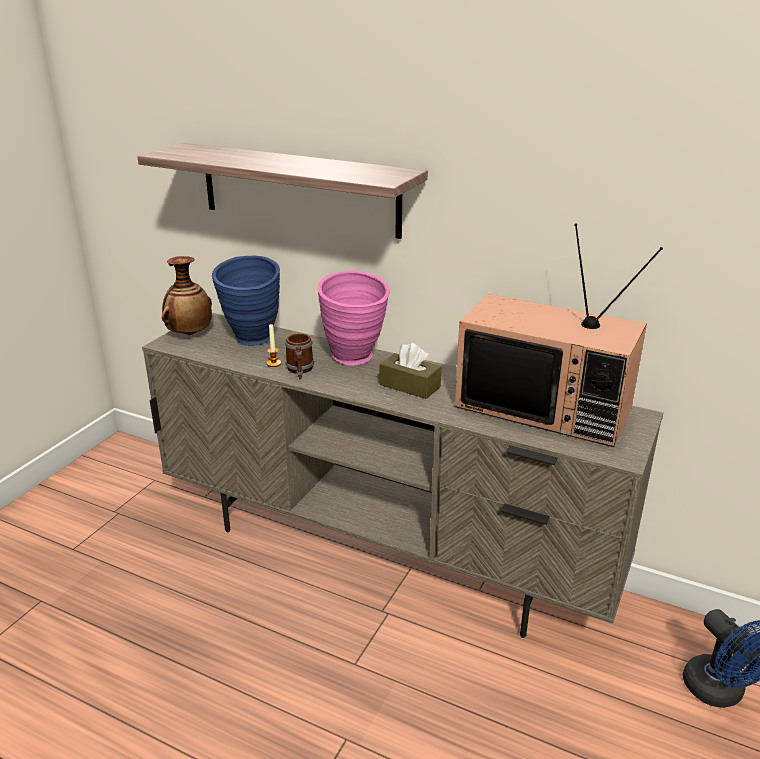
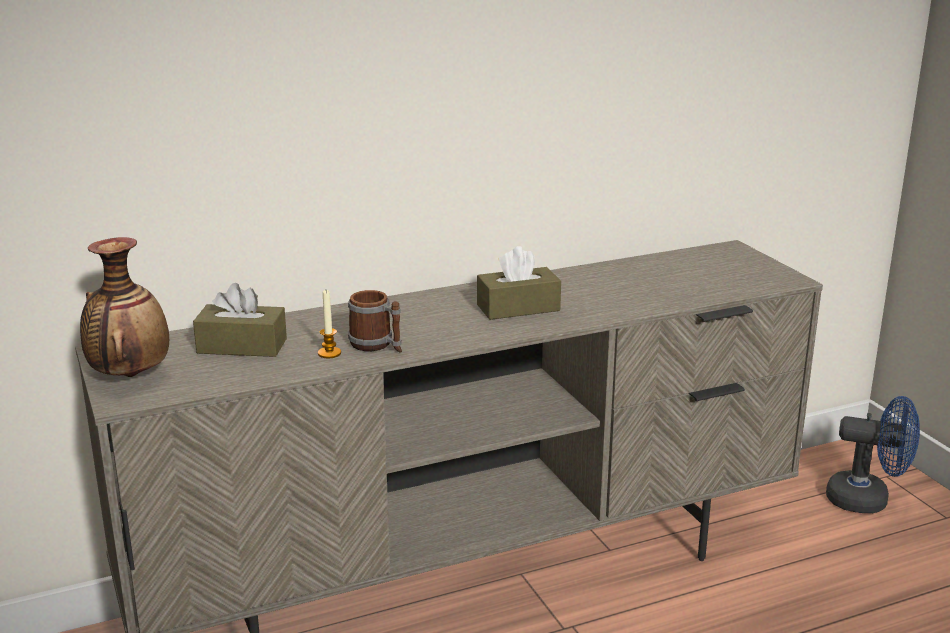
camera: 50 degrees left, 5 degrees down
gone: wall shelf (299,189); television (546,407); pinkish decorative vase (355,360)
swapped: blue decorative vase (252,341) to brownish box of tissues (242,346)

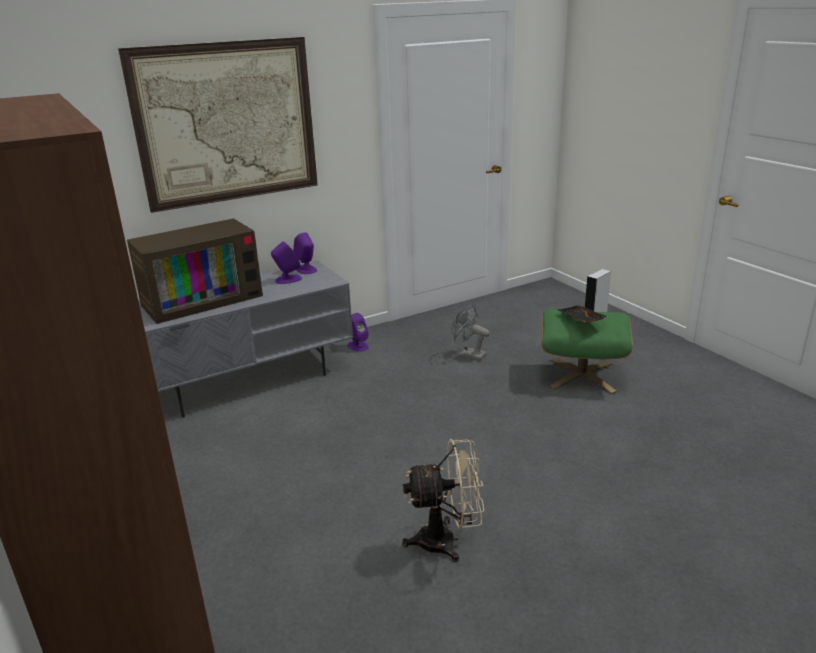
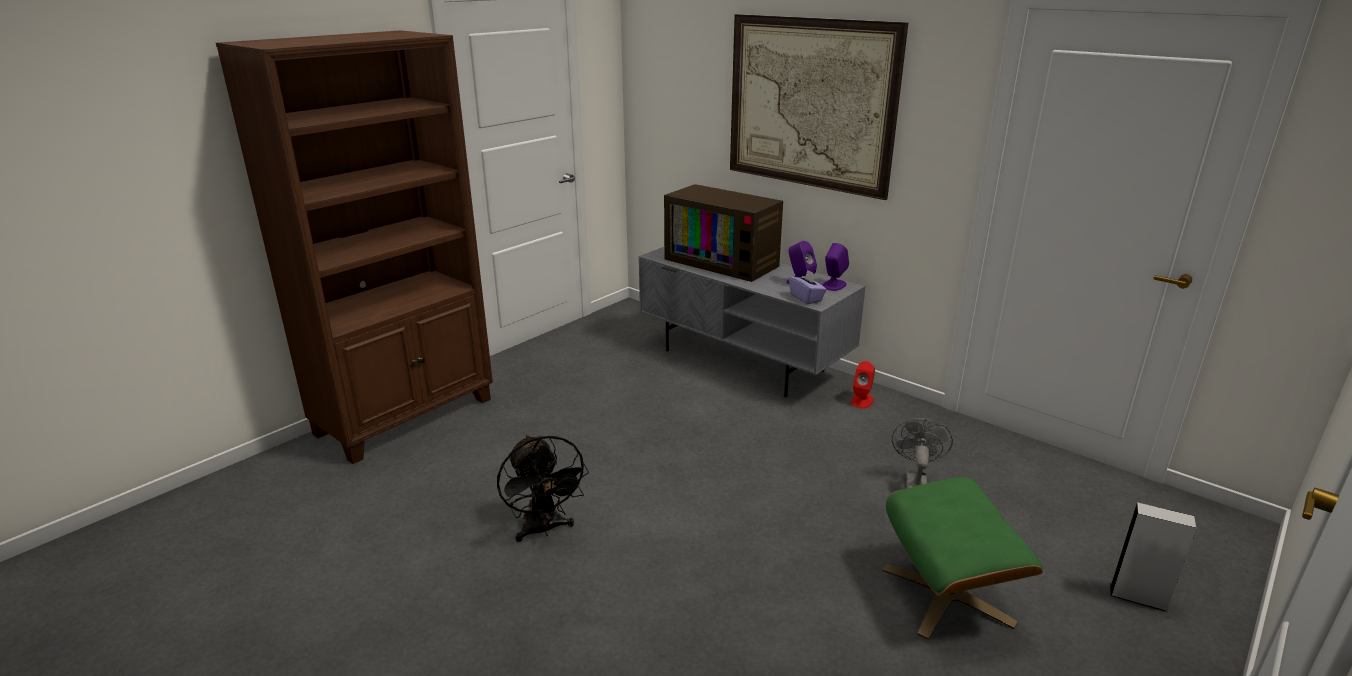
camera: 70 degrees right, 0 degrees up
gone: blackish serving tray (580,320)
new: purple-coloured box of tissues (806,298)
repainted: purple-coloured speaker (357,346) to reddish speaker (862,400); beige fan (446,541) to blackish fan (544,529)

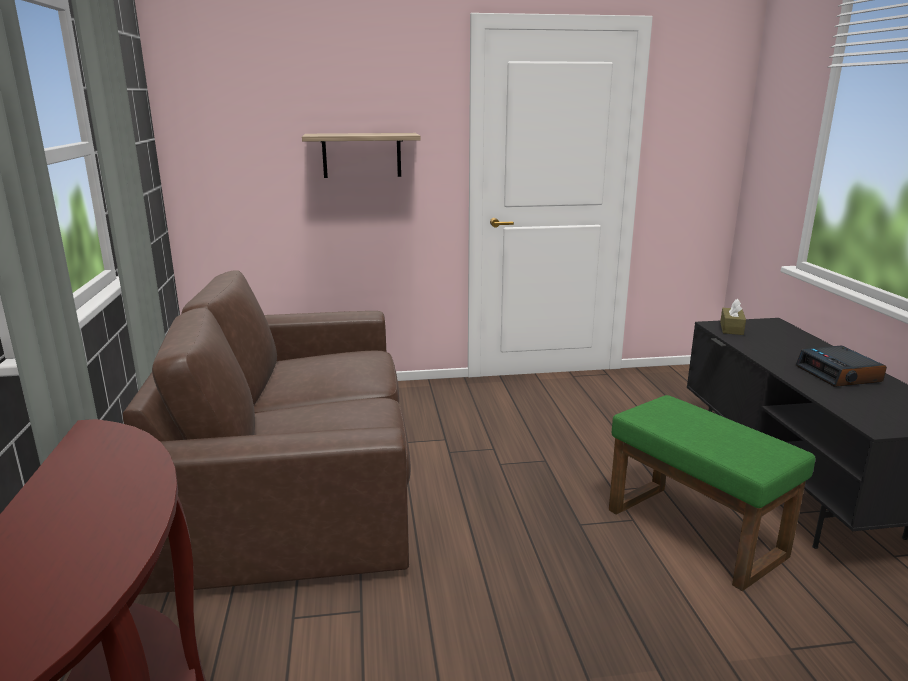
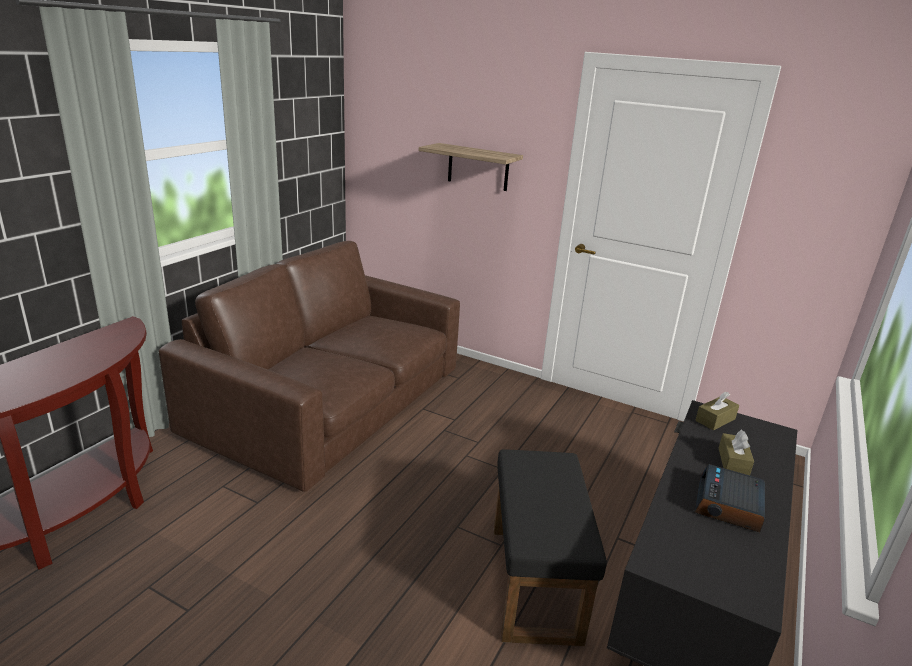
camera: 35 degrees right, 5 degrees up
new: brownish box of tissues (733,462)
repainted: green ottoman (697,532) to blackish ottoman (536,582)

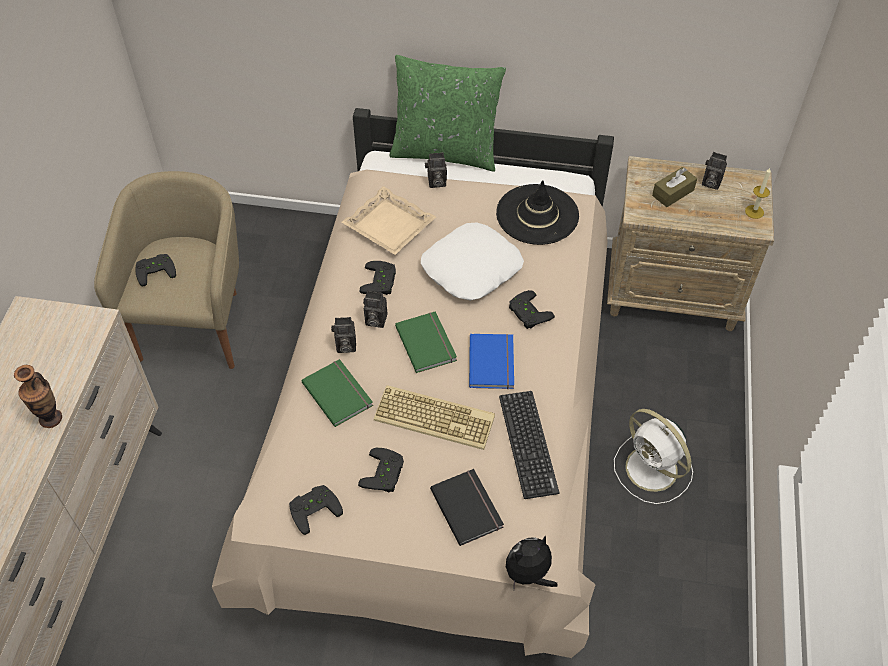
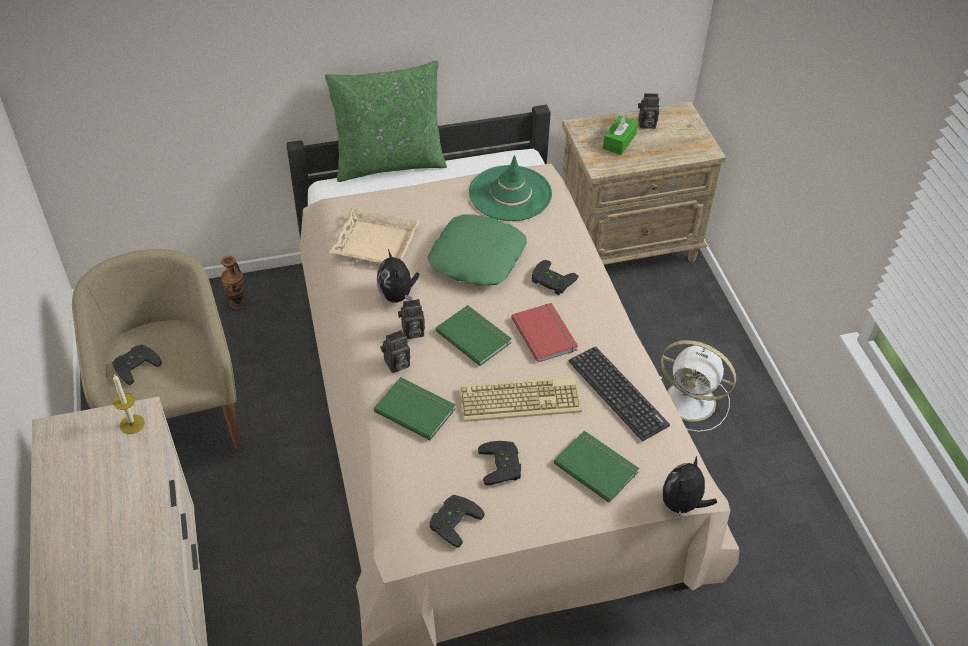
camera: 25 degrees left, 5 degrees down
gone: still camera (436,182)
shifted: wax candle (754,211) to (132,424); decorative vase (50,418) to (237,303)
swapped: blackish game controller (381,281) to cuddly toy (397,295)
repainted: brownish box of tissues (673,193) to green box of tissues (619,141); blackish wearable hat (537,215) to green wearable hat (510,193); whitish cushion (471,268) to green cushion (476,257); blue bound book (493,362) to reddish bound book (546,333); blackish bound book (468,507) to green bound book (597,466)

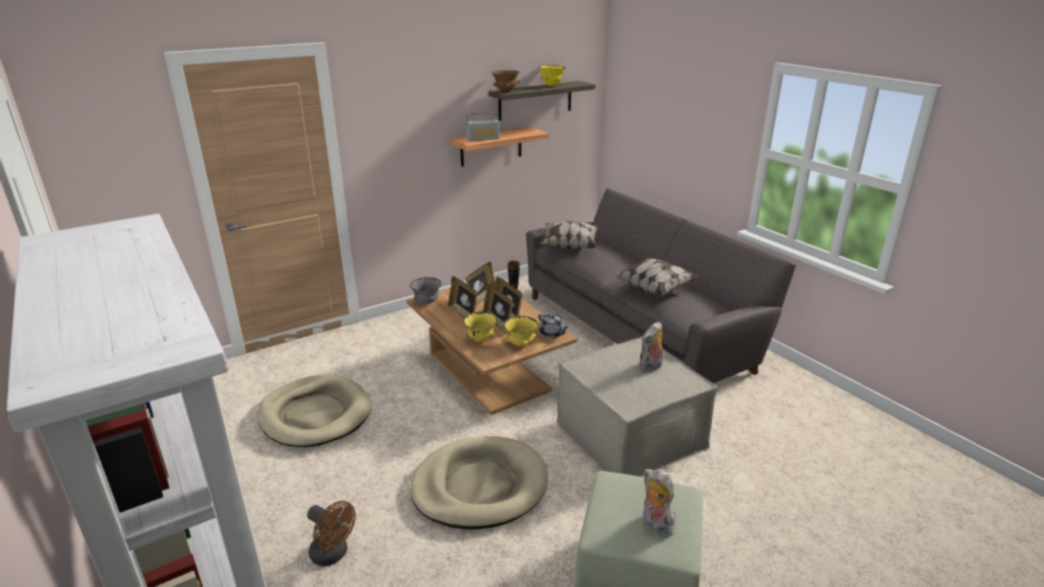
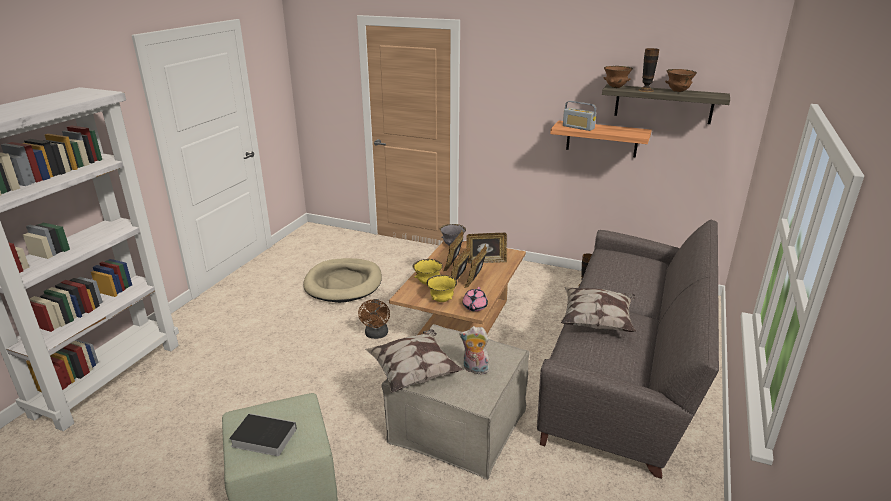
camera: 55 degrees right, 0 degrees up
gone: beige dog bed (479,486)
new: decorative vase (646,90)
shifted: cushion (570,246) to (414,373); brownish fan (333,555) to (376,335)
swapped: cuddly toy (655,525) to bound book (262,437)
repainted: yellow deep dish (551,86) to brownish deep dish (678,91); greyish tea pot (552,333) to pinkish tea pot (474,307)

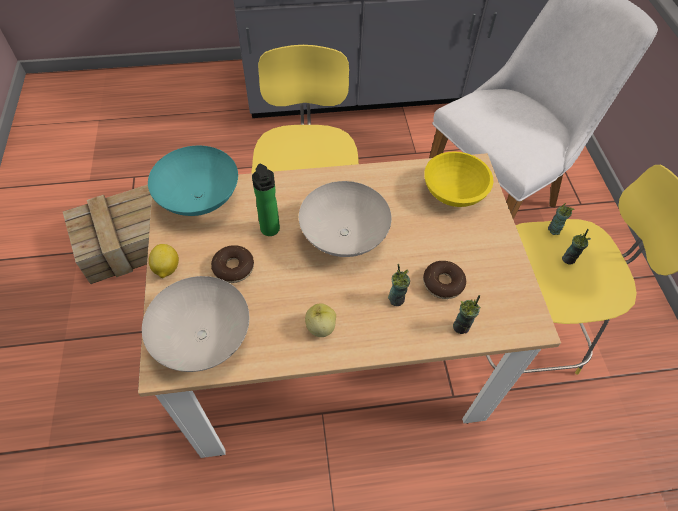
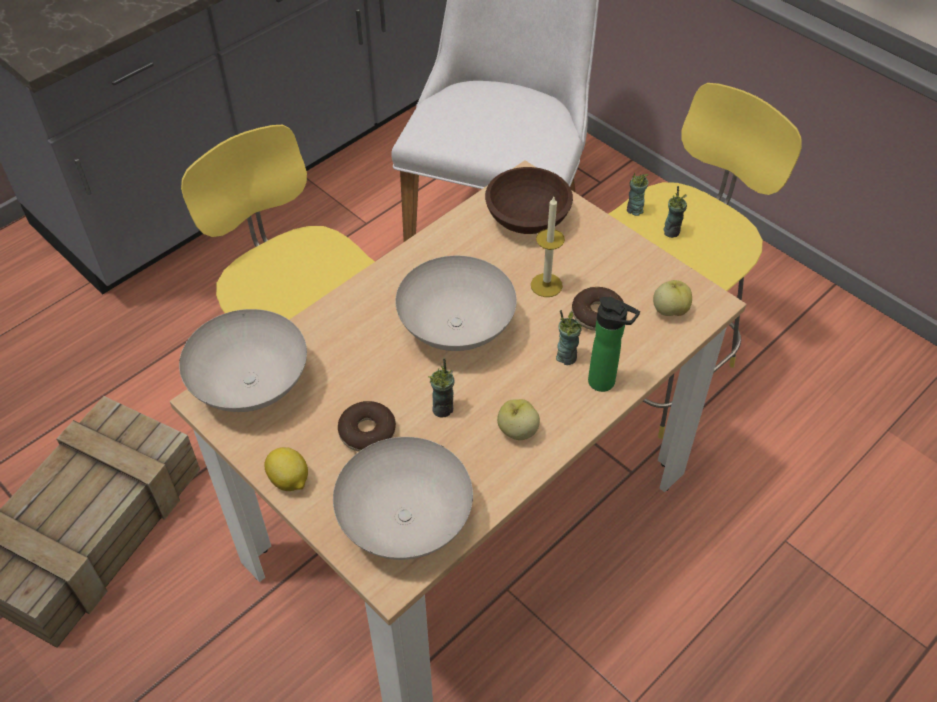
camera: 35 degrees left, 5 degrees down
new: wax candle (546,285); apple fruit (670,310)
shifted: beverage bottle (271,231) to (605,383); drinking cup (461,327) to (443,409)
repainted: turquoise deep dish (201,198) to whitish deep dish (252,384); yellow deep dish (455,192) to brownish deep dish (529,218)

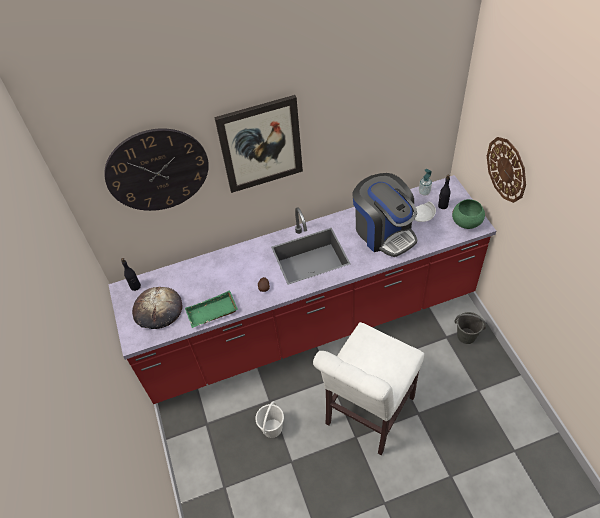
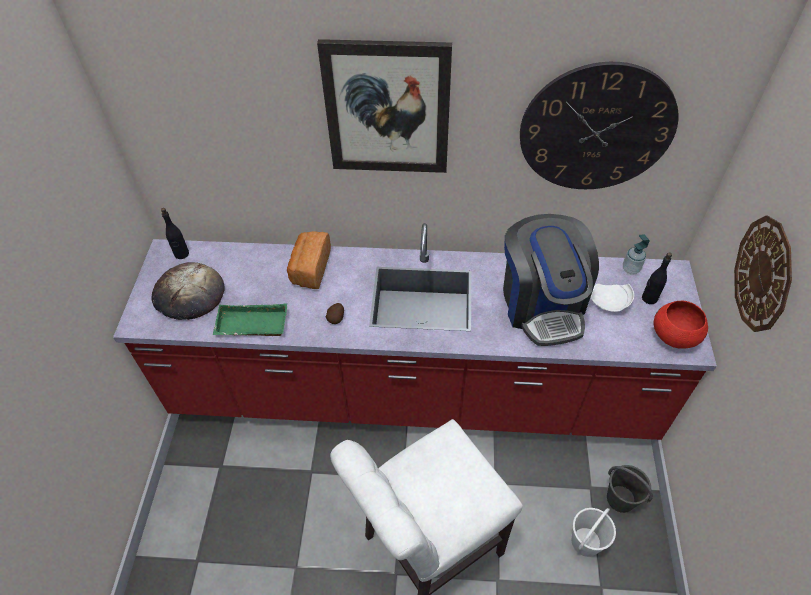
camera: 20 degrees right, 0 degrees up
new: baked bread (310,269)
shifted: wall clock (157,170) to (596,129); whitish bucket (272,428) to (586,541)
repainted: green deep dish (466,222) to reddish deep dish (674,336)

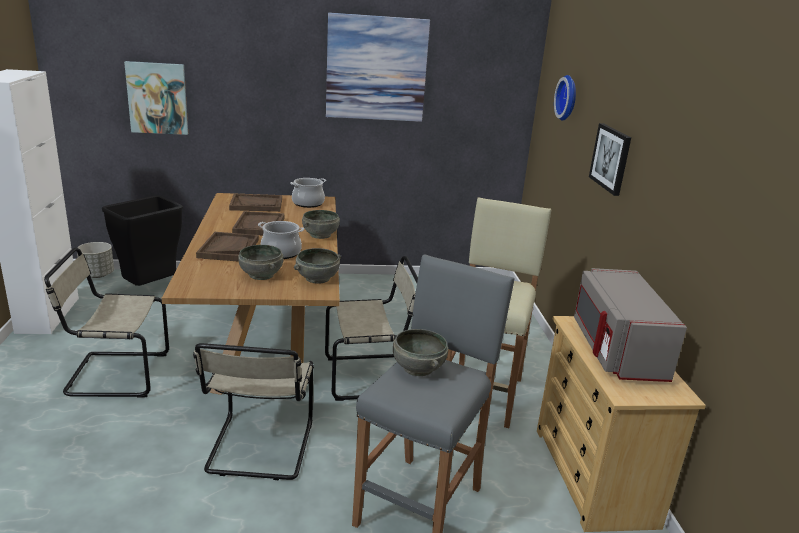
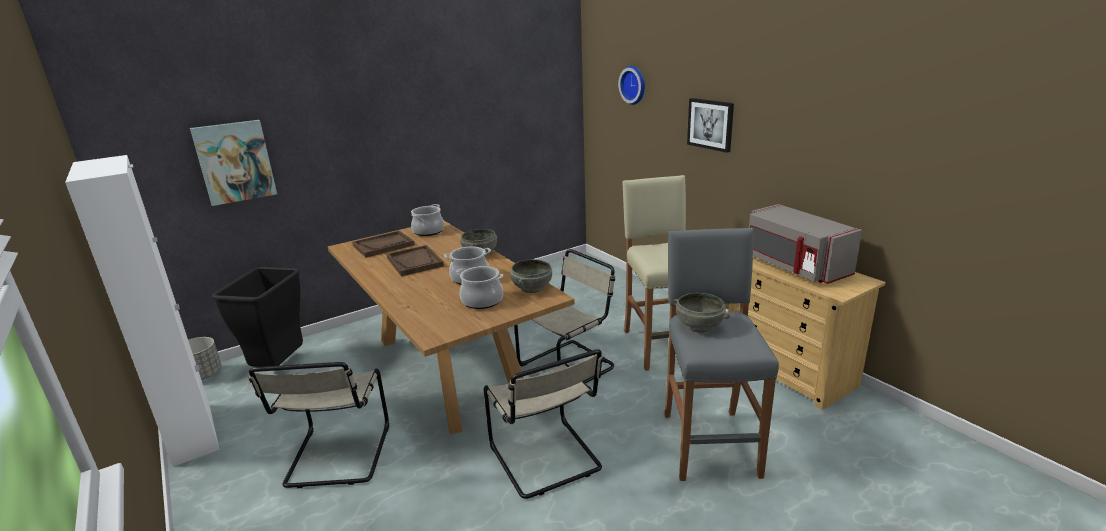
camera: 25 degrees left, 0 degrees up
gone: wall art (376,68); brownish serving tray (228,248)
swapped: greyish deep dish (262,275) to stockpot (482,301)
rotated: beige upright chair (114,374) = (337,458) 60 degrees counterclockwise

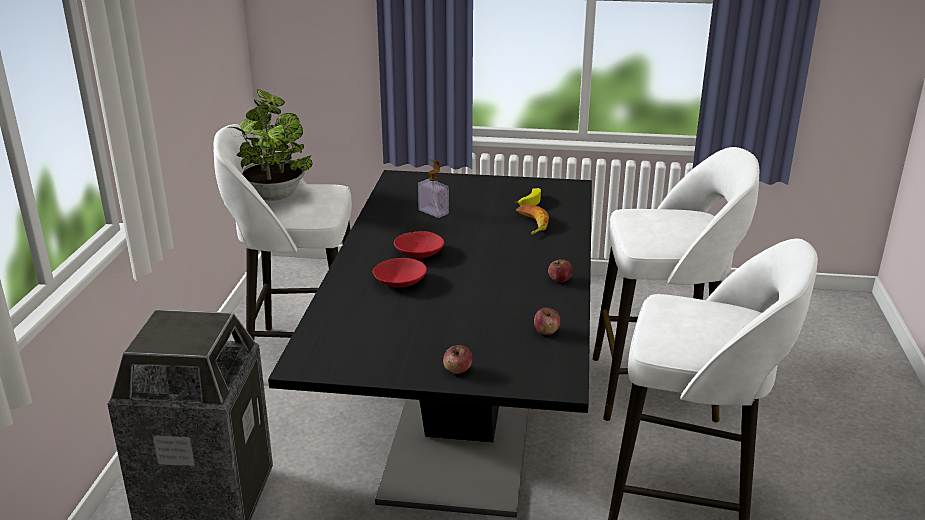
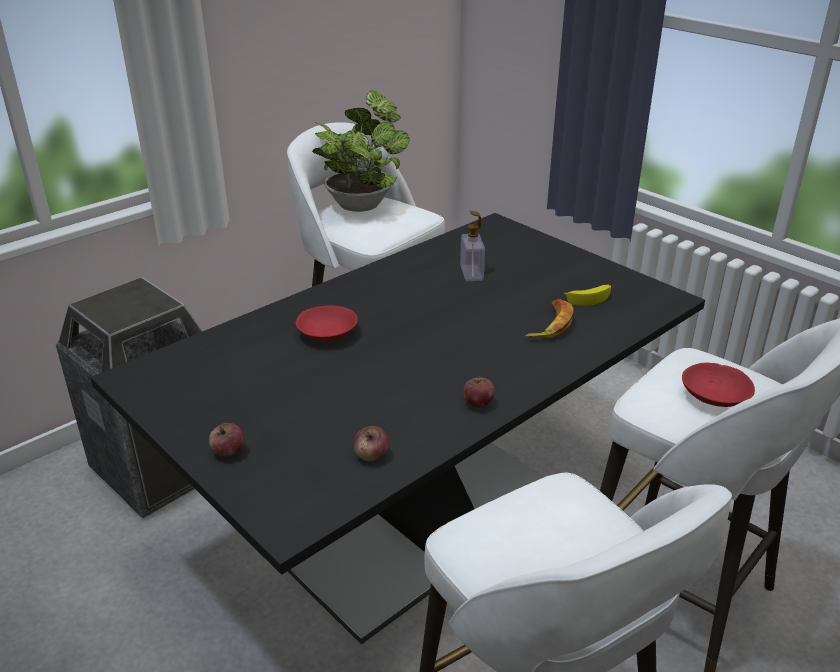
camera: 40 degrees right, 5 degrees up
shifted: reddish deep dish (419,253) to (715,396)

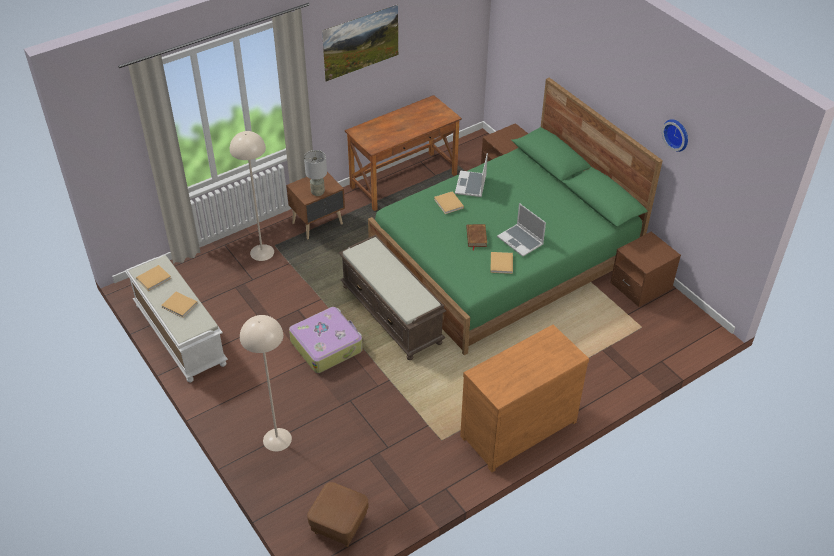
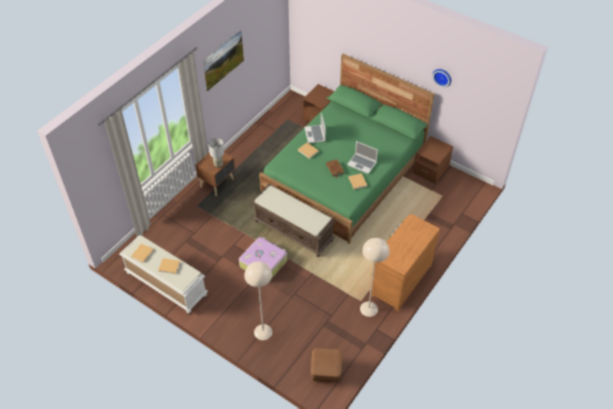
camera: 20 degrees left, 5 degrees up
gone: brownish desk unit (403,181)
shifted: beige standing lamp (262,252) to (368,308)

